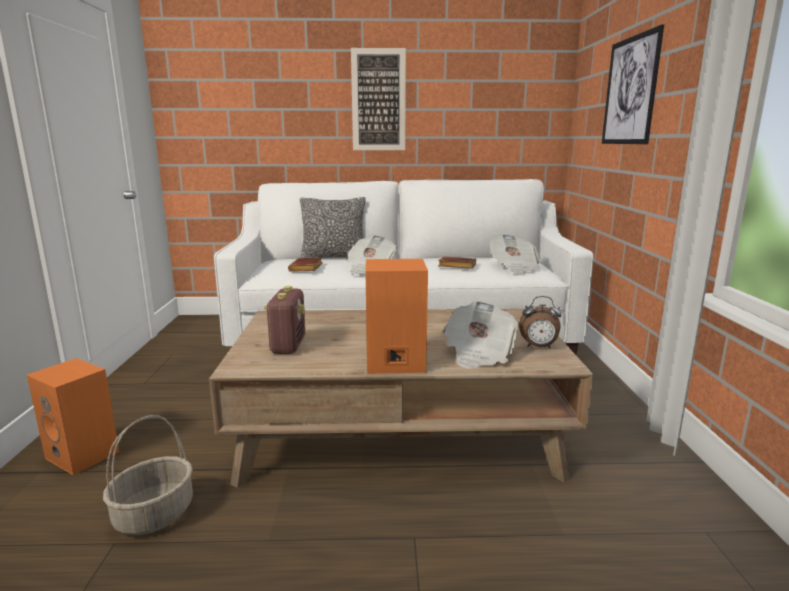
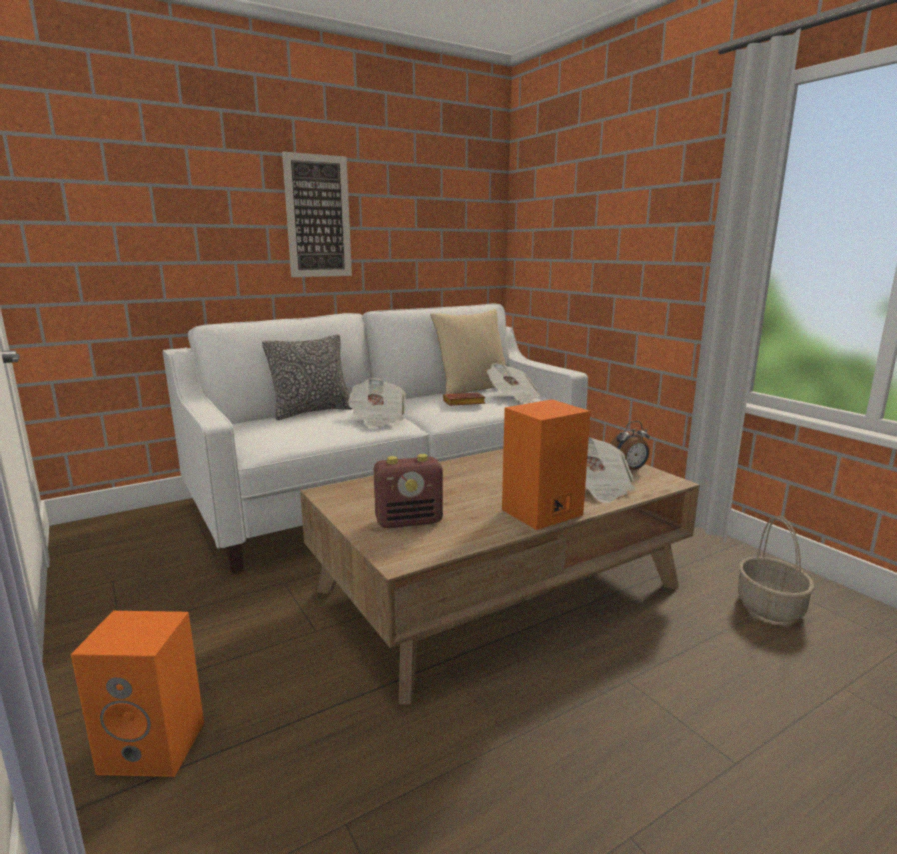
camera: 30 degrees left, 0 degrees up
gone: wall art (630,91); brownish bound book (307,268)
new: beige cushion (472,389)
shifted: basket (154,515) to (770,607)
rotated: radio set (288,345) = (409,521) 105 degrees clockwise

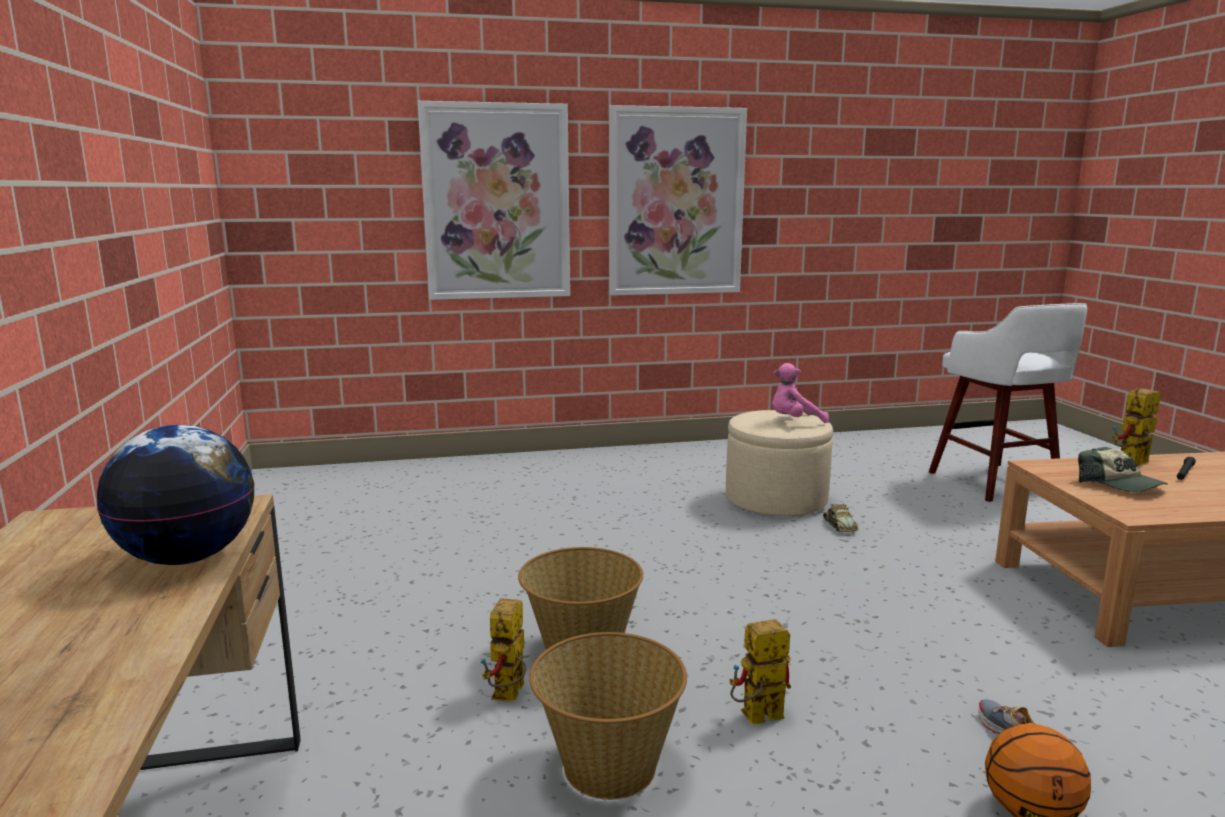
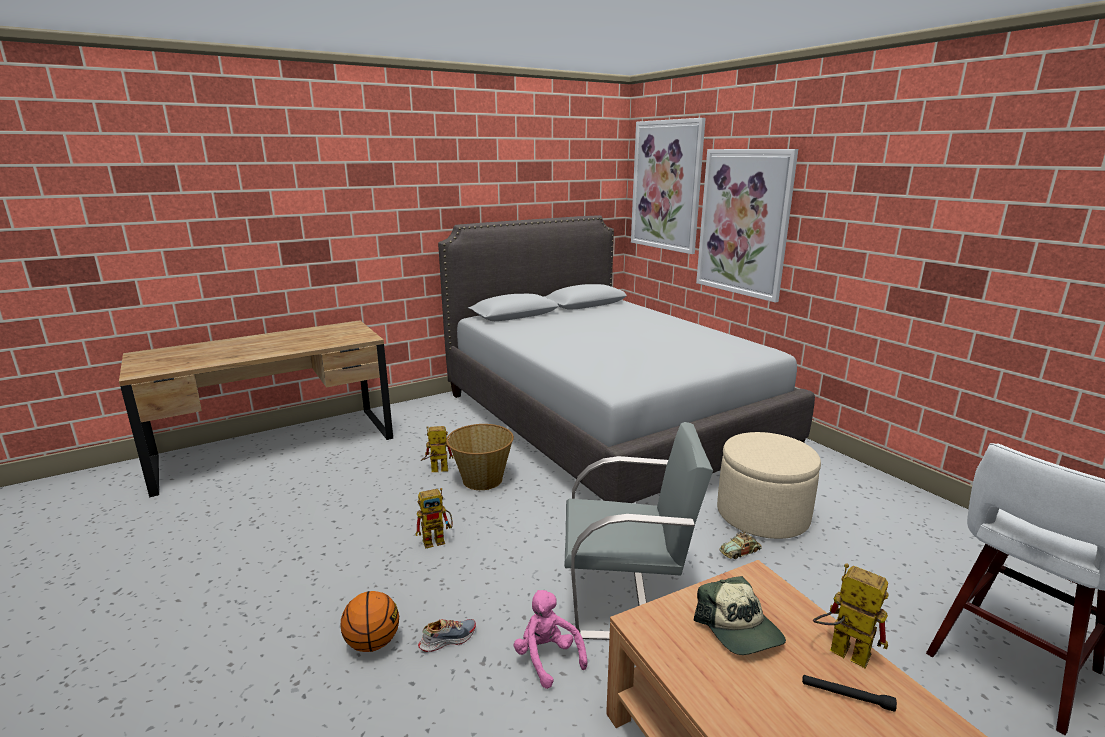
camera: 70 degrees right, 5 degrees up
gone: world globe (188,557); basket (608,768)
new: greyish bedroom bed (607,421); greyish upright chair (626,599)
shifted: wall art (676,202) to (666,186); pinkish cuddly toy (794,421) to (547,658)
rotated: cap (1120,484) = (739,628) 60 degrees counterclockwise; toy robot (755,719) = (438,539) 105 degrees clockwise

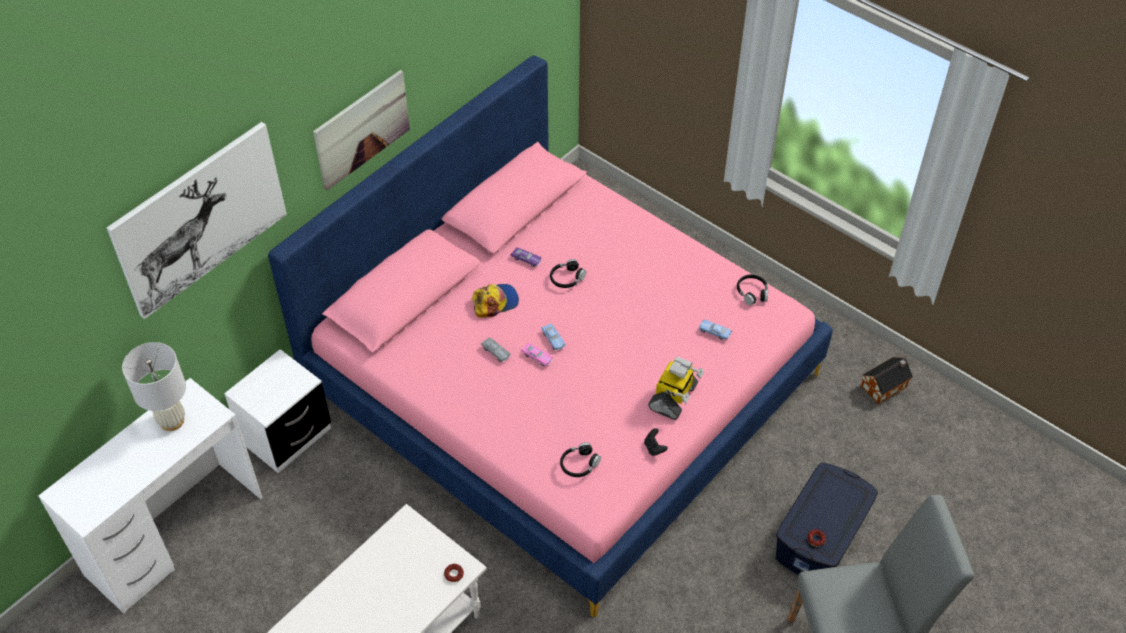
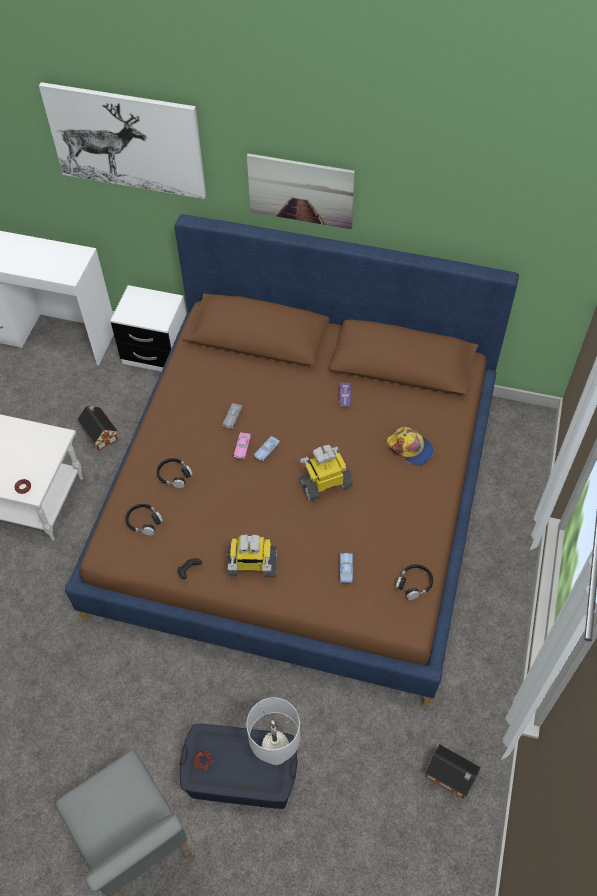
camera: 65 degrees right, 5 degrees up
new: toy house (100,433); toy robot (325,483)
shifted: blackish headset (567,278) to (174,475); cap (495,302) to (410,448); whitish lamp for a table (171,421) to (276,753)
repainted: pinkish bedroom bed (562,383) to brownish bedroom bed (300,502)

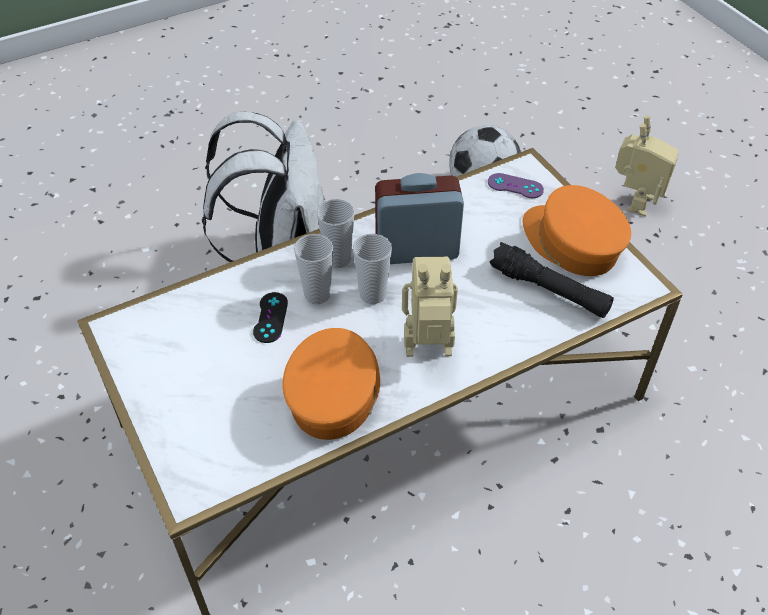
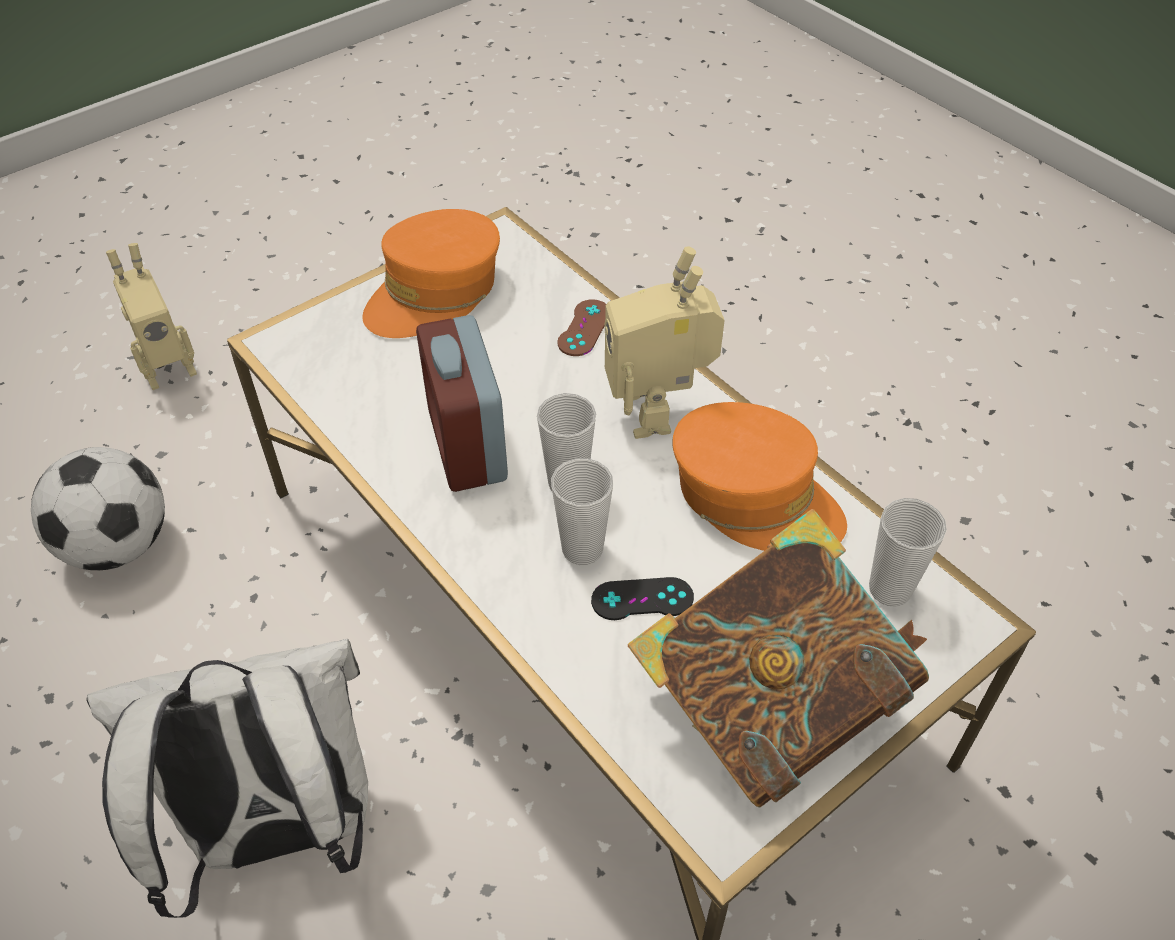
camera: 100 degrees left, 0 degrees up
gone: purple-coloured game controller (515,186); blackish flashlight (549,290)
new: brownish game controller (584,328); bound book (768,703)
shifted: drinking cup (338,259) to (890,589)
rotated: toy robot (634,202) = (168,368) 135 degrees clockwise; orangey cap (335,392) = (754,497) 150 degrees counterclockwise

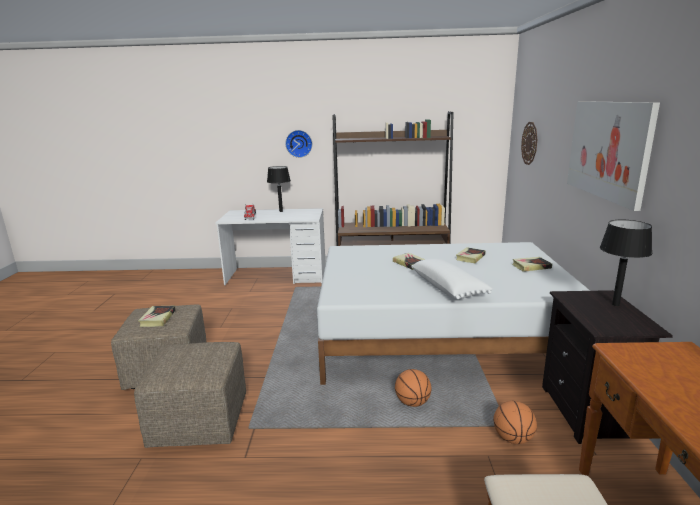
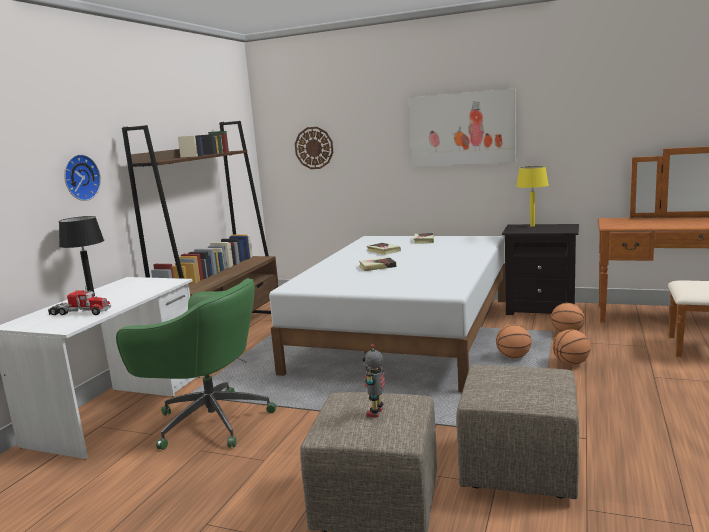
camera: 70 degrees left, 5 degrees down
gone: whitish cushion (448,288)
new: green computer chair (209,421); ball for basketball (571,363)
swapped: bound book (158,318) to toy robot (376,412)
repainted: blackish lamp for a table (615,304) to yellow lamp for a table (532,226)

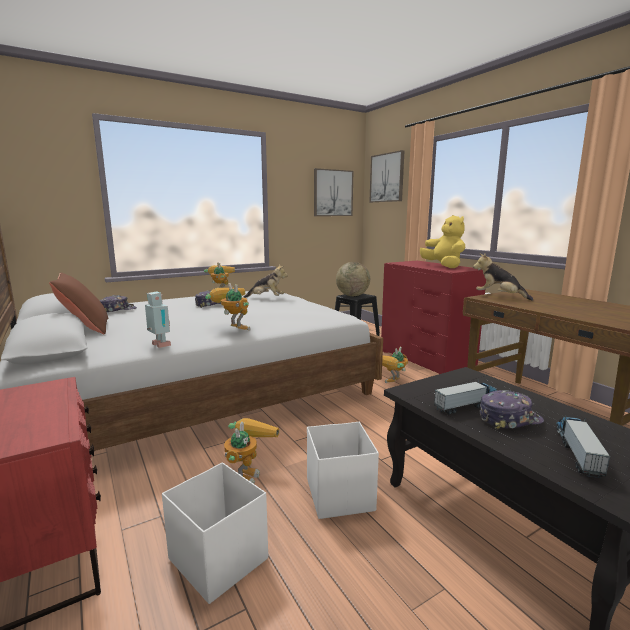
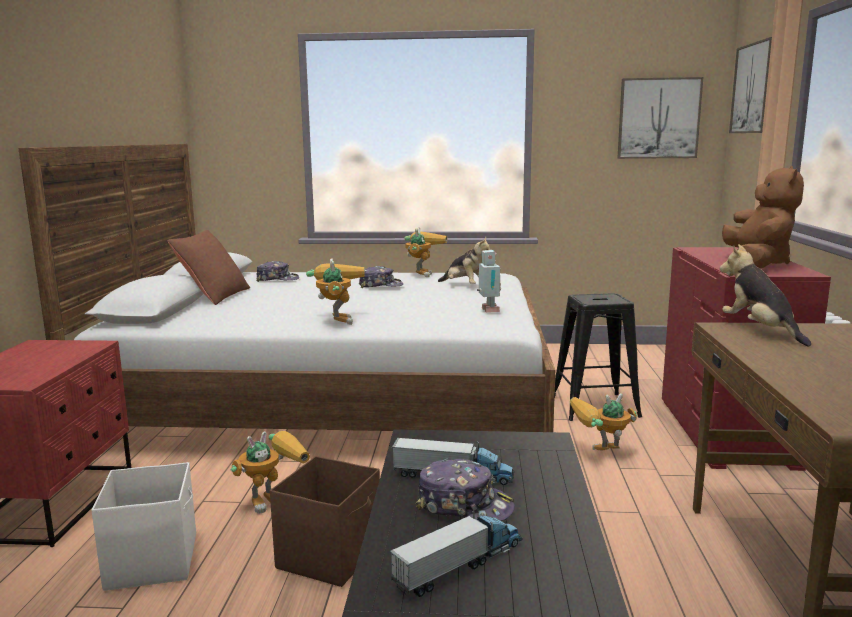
camera: 35 degrees right, 0 degrees up
gone: world globe (352,295)
shifted: toy robot (160,345) to (488,311)
repainted: yellow cuddly toy (443,266) to brownish cuddly toy (757,263); whitish storage bin (340,494) to brownish storage bin (331,555)

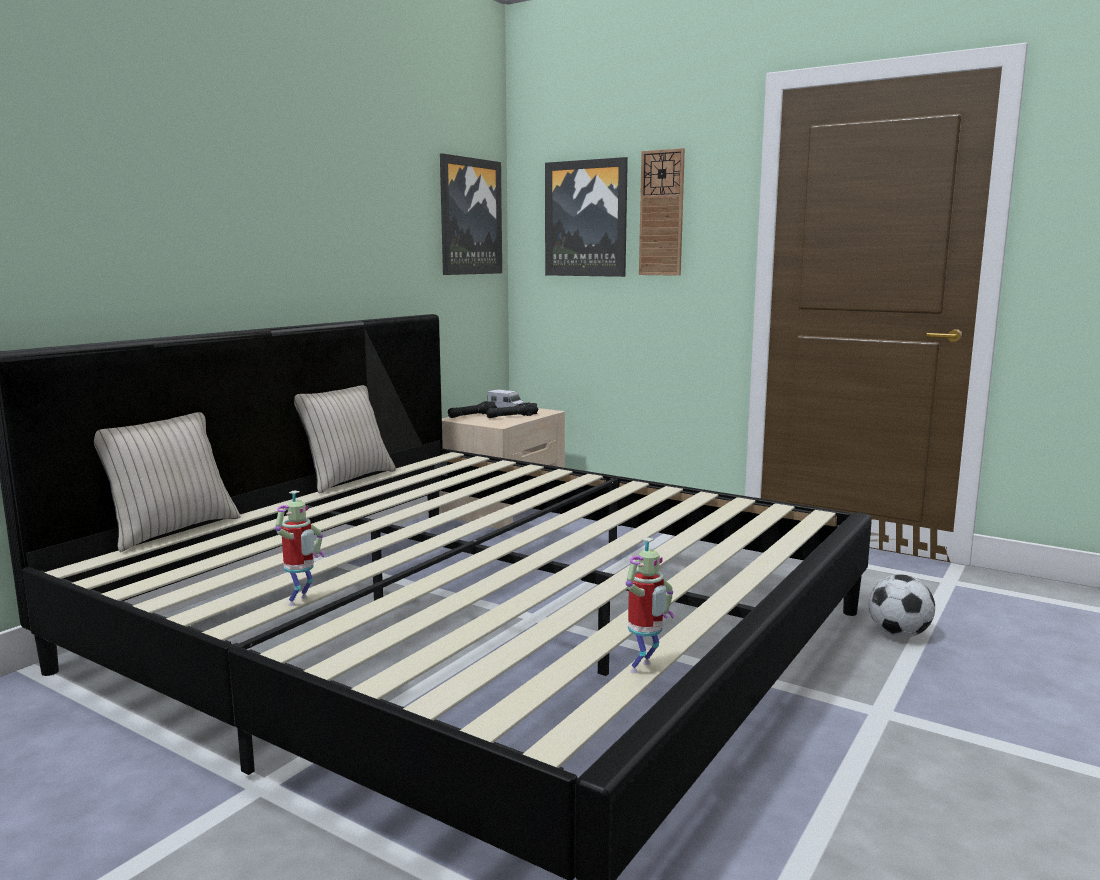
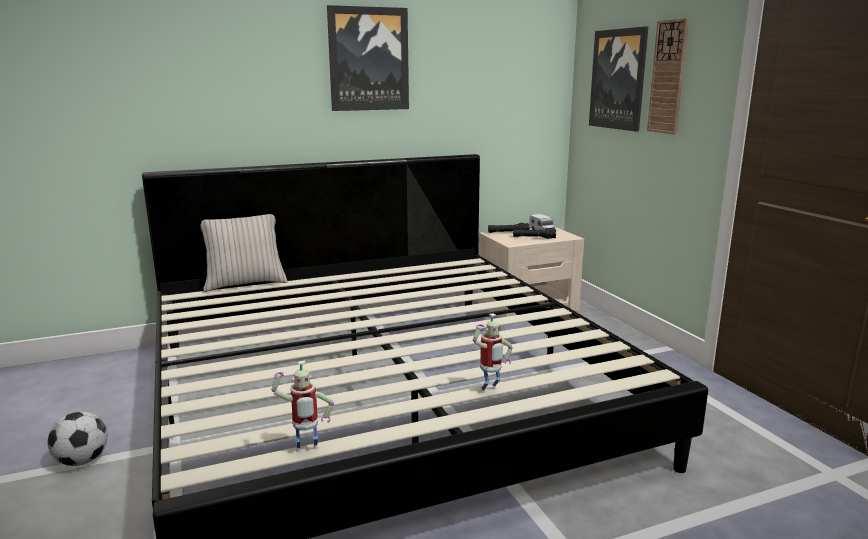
camera: 35 degrees right, 5 degrees up
gone: beige cushion (346,479)
shifted: wall art (470,217) to (368,59); toy robot (301,601) to (490,391); ball for football (898,634) to (82,461)

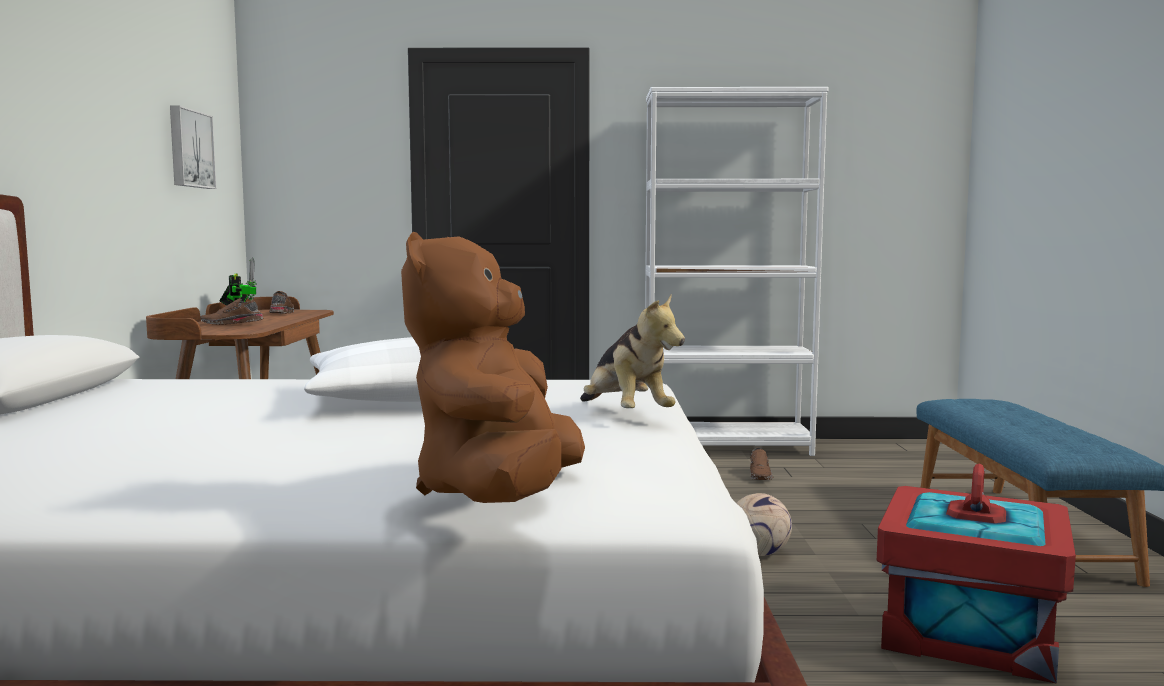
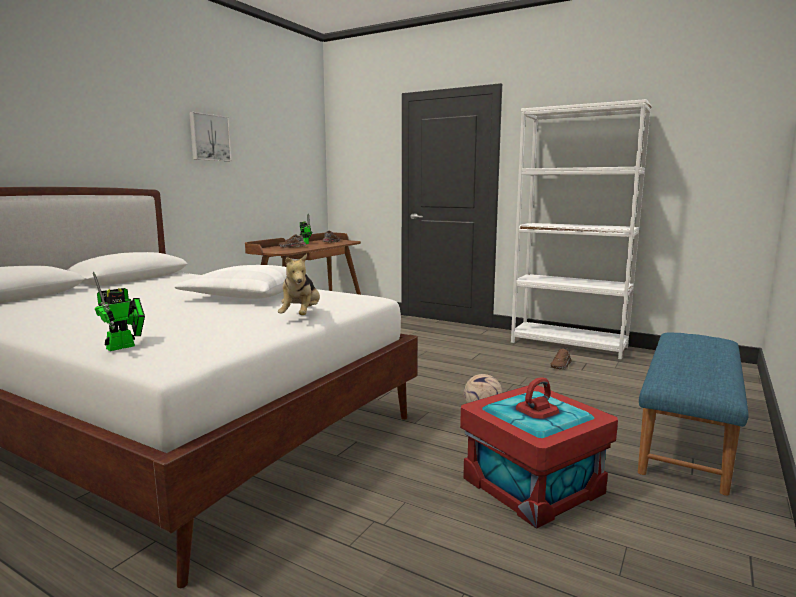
camera: 30 degrees right, 5 degrees up
shifted: wall art (189,149) to (209,137)
swapped: brownish cuddly toy (499,497) to toy robot (125,346)

